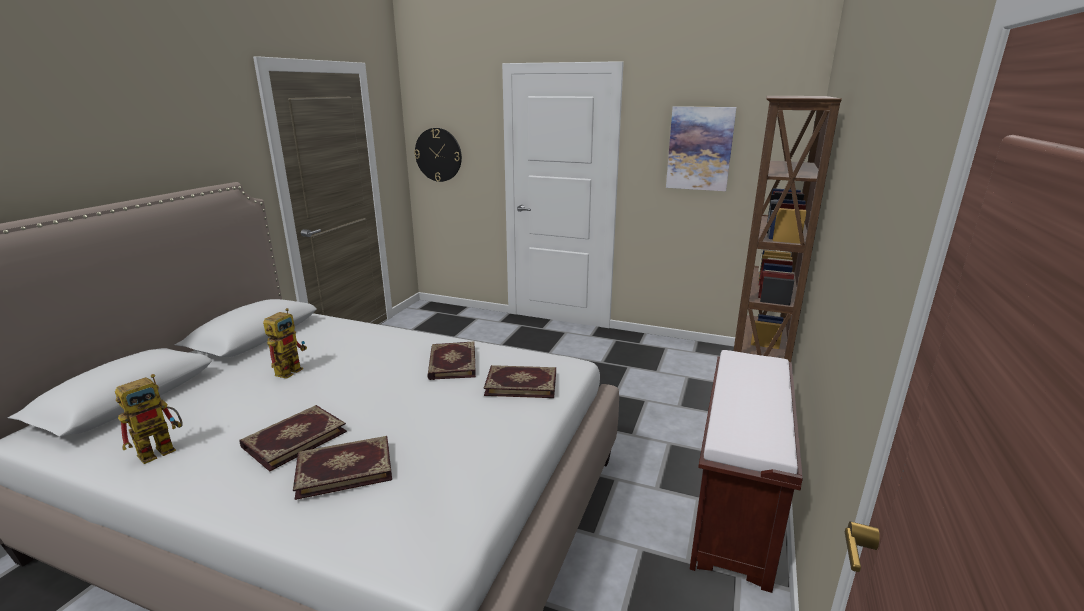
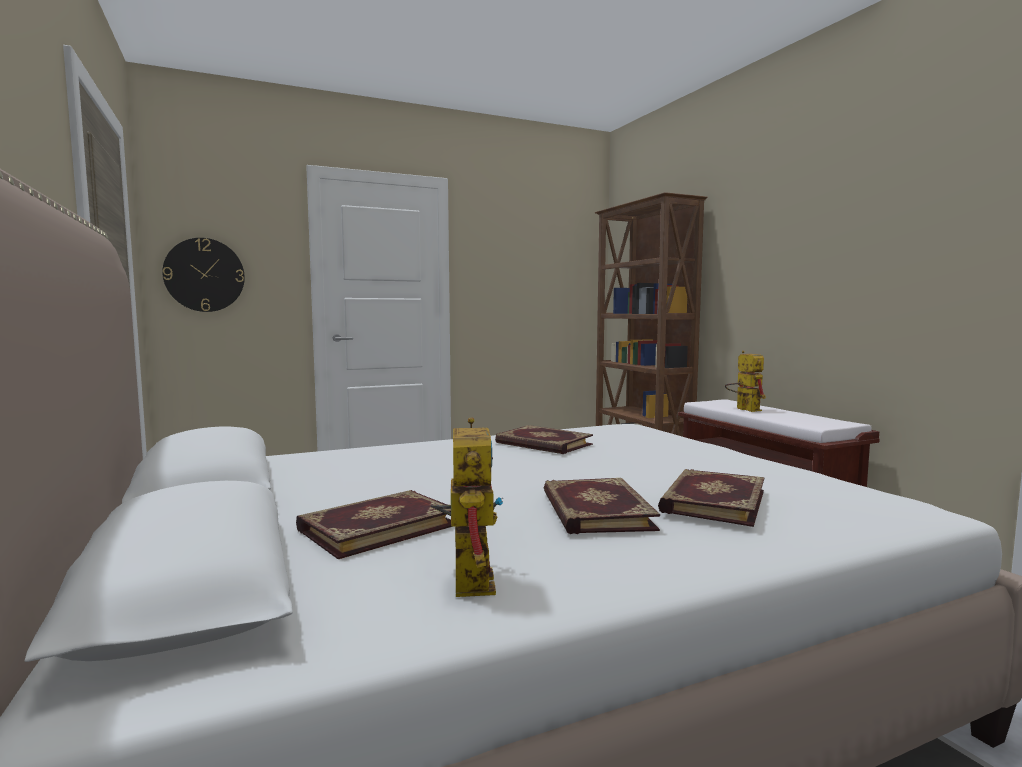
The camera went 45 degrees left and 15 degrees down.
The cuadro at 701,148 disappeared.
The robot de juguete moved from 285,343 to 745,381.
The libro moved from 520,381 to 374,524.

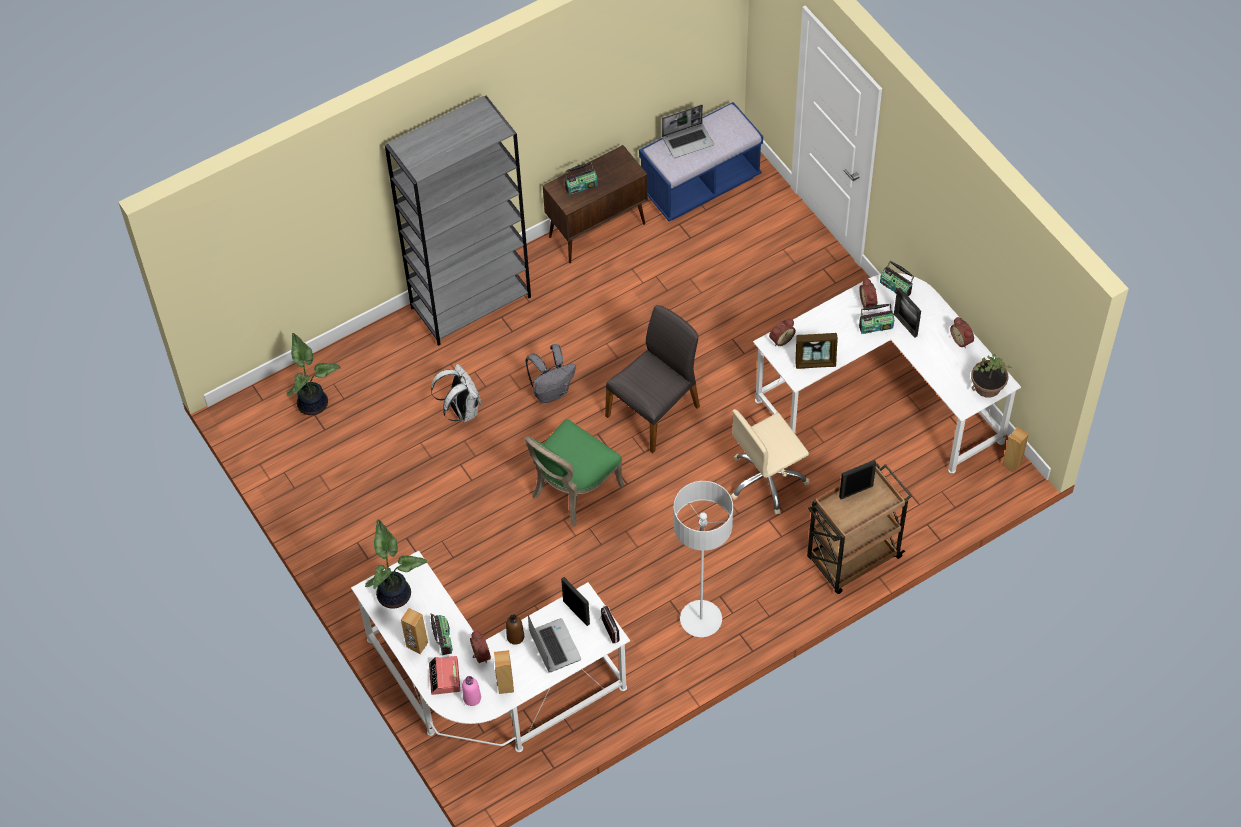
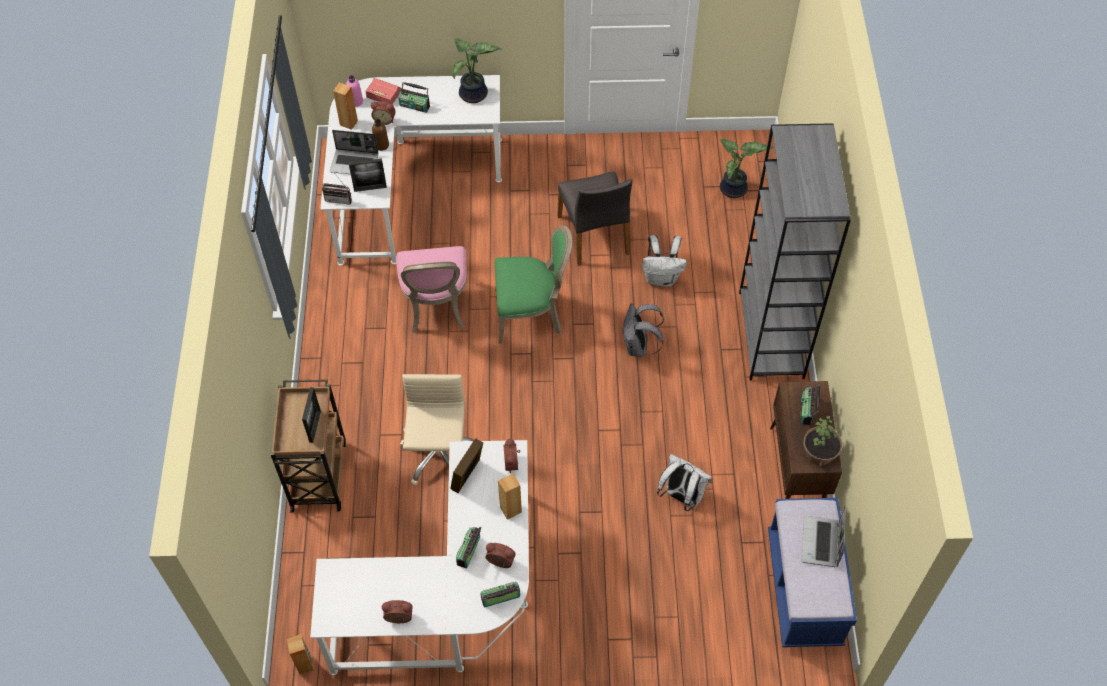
The camera went 120 degrees right and 0 degrees up.
The portarretratos at 907,313 disappeared.
The silla (gris) moved from 652,379 to 595,219.
The planta en maceta moved from 991,376 to 823,441.
The silla (verde) at 574,473 turned 105 degrees clockwise.
The lámpara de pie (gris) at 703,559 disappeared.
The altavoz (marrón) moved from 414,631 to 510,496.
The silla (rosa) at 431,289 appeared.
The mochila (blanco) at 684,482 appeared.

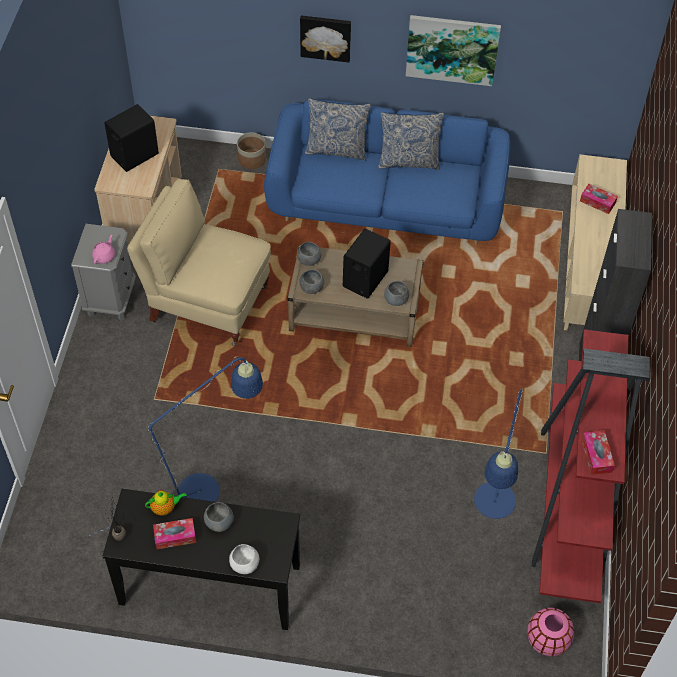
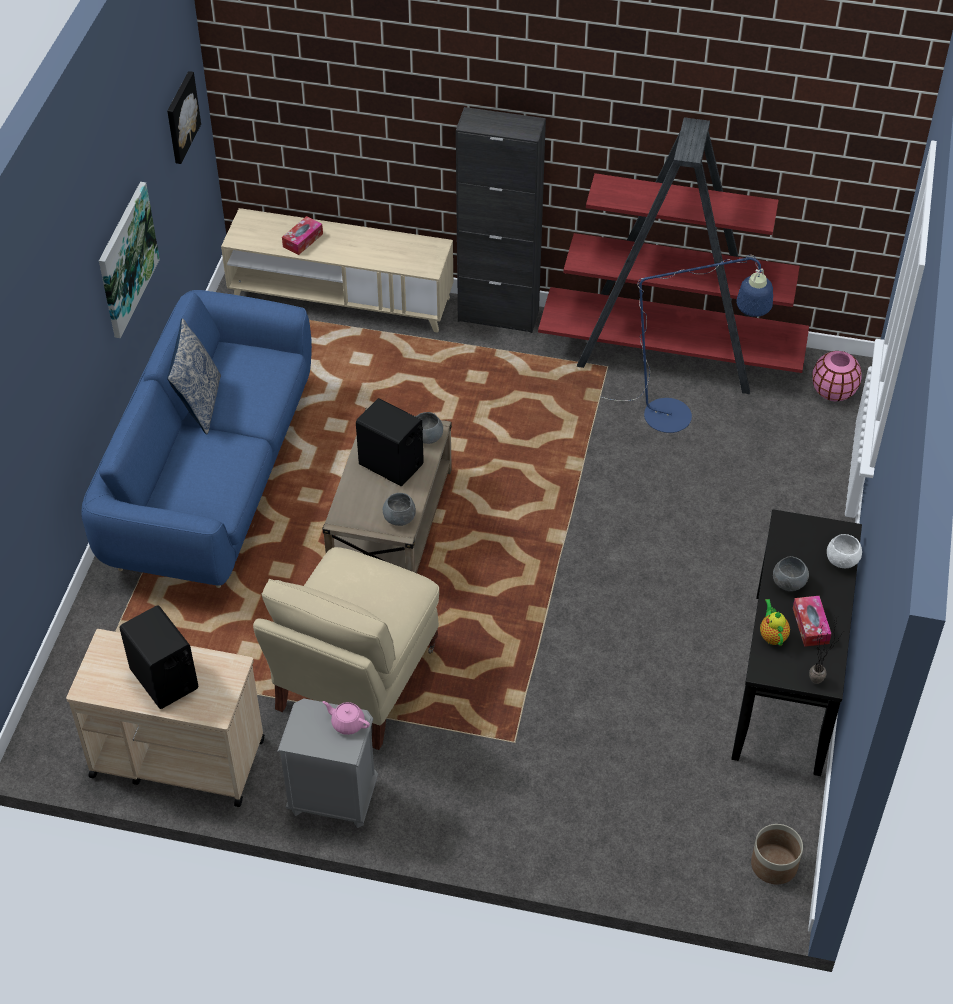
The camera went 85 degrees left and 5 degrees down.
The cuadro moved from 325,39 to 184,117.
The cojín at 338,129 disappeared.
The maceta moved from 251,150 to 777,854.
The cuenco (gris) at 309,254 disappeared.
The lámpara de pie (azul) at 176,446 disappeared.
The caja de pañuelos at 598,452 disappeared.

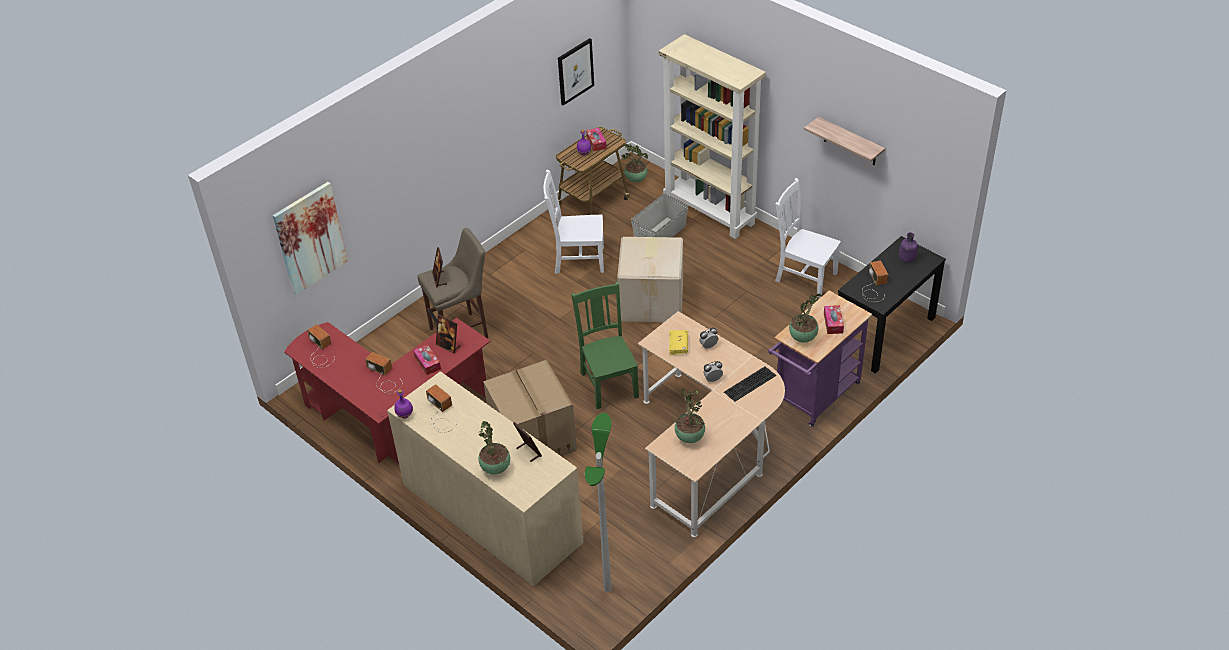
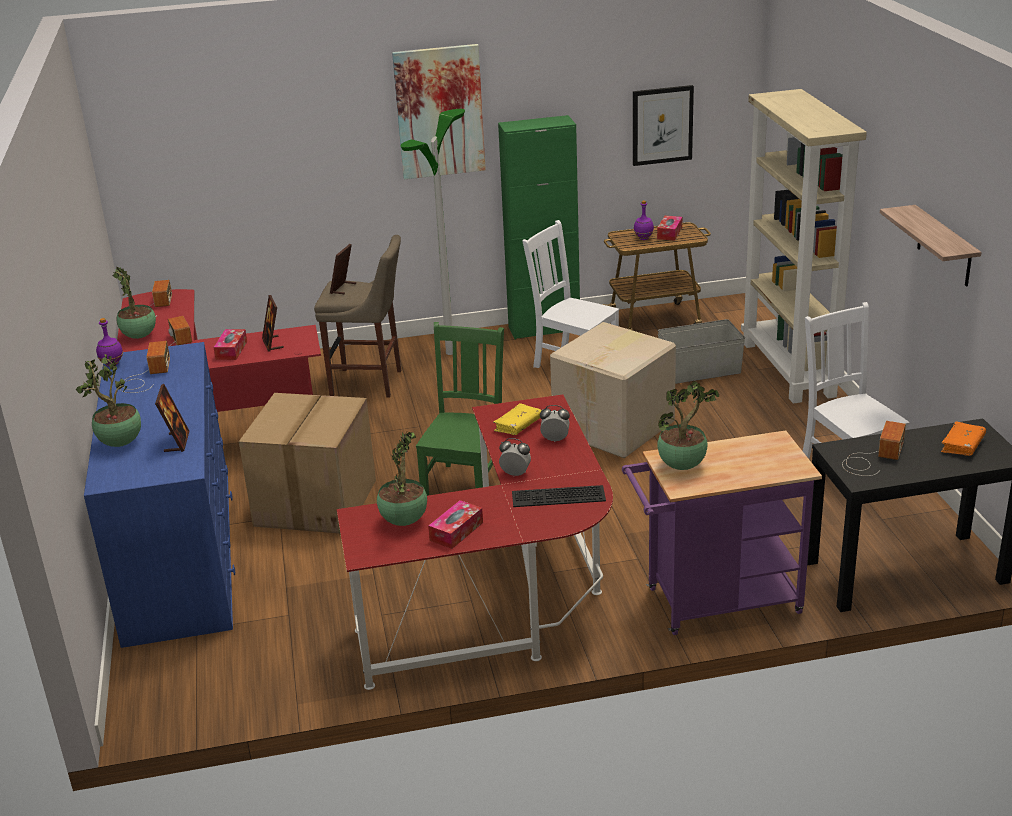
The camera went 35 degrees right and 15 degrees down.
The planta en maceta moved from 635,163 to 134,303.
The cuadro moved from 310,238 to 439,111.
The botella (morado) at 908,247 was replaced by the libro (naranja) at 963,439.
The caja de pañuelos moved from 834,319 to 455,524.
The escritorio (beis) at 711,424 became the escritorio (rojo) at 475,542.
The cómoda (beis) at 485,478 became the cómoda (azul) at 159,495.
The lámpara de pie moved from 598,502 to 432,232.
The armario (verde) at 539,227 appeared.

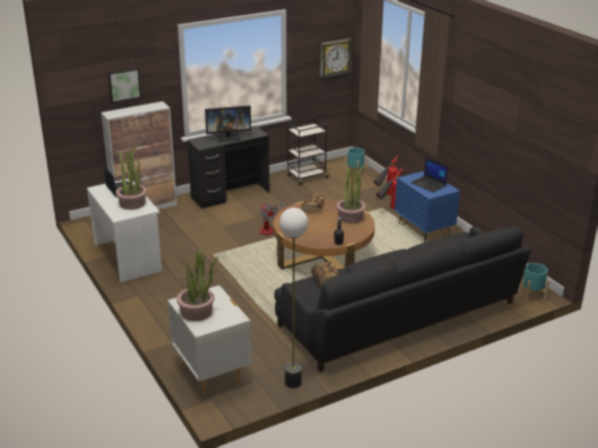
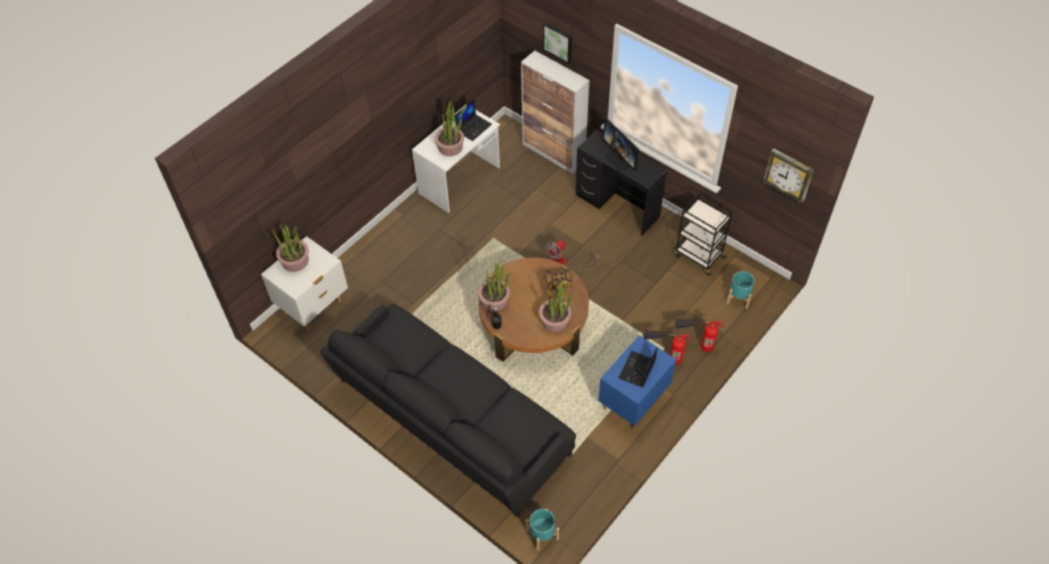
The camera went 70 degrees right and 25 degrees up.
The lámpara de pie at 294,298 disappeared.
The libro at 325,274 disappeared.
The planta en maceta at 495,286 appeared.

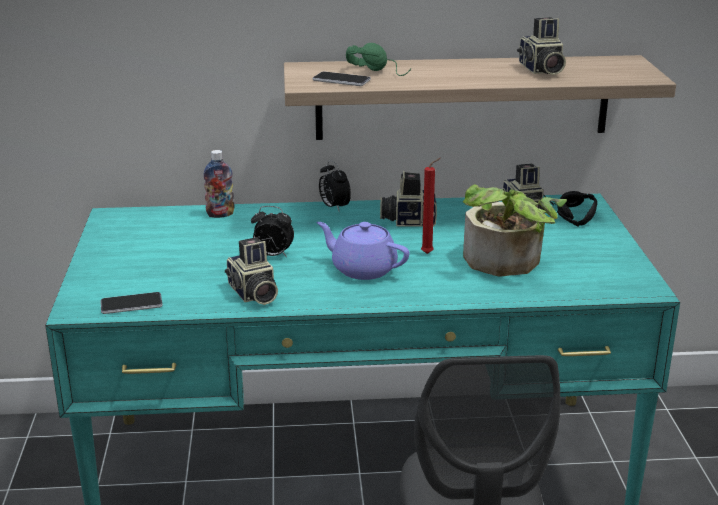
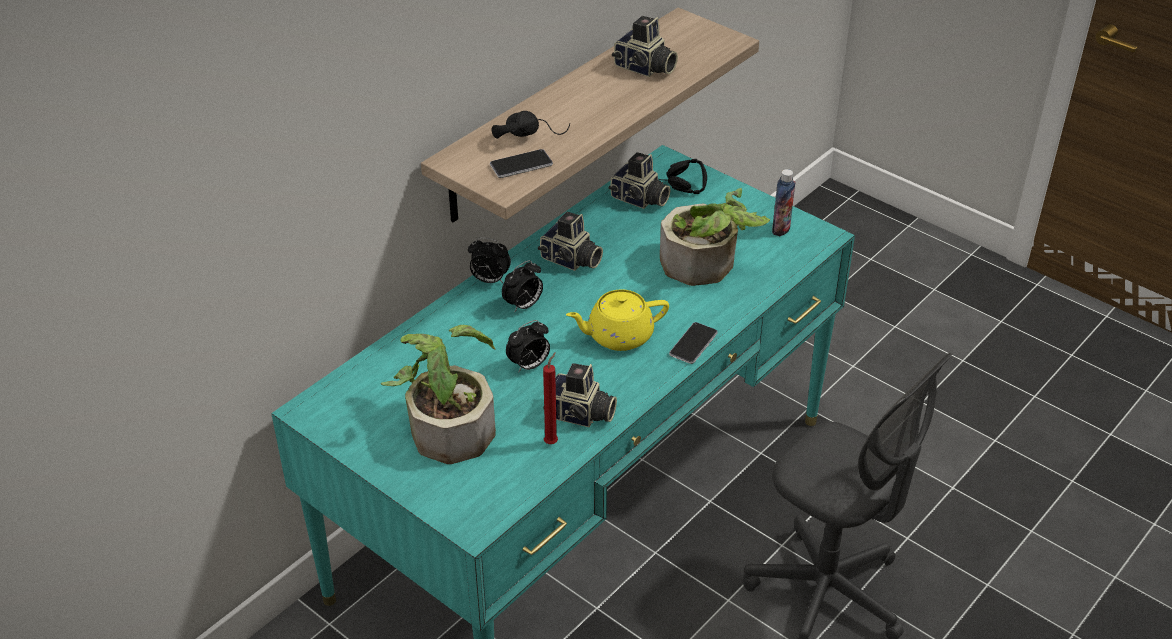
The camera went 45 degrees left and 15 degrees up.
The auriculares (verde) at 378,59 became the auriculares (negro) at 531,125.
The botella moved from 219,184 to 784,202.
The vela (rojo) moved from 431,206 to 550,398.
The cámara at 408,199 turned 105 degrees counterclockwise.
The tetera (morado) at 363,251 became the tetera (amarillo) at 617,320.
The móvil moved from 131,303 to 693,343.
The despertador at 522,286 appeared.
The planta en maceta at 438,394 appeared.

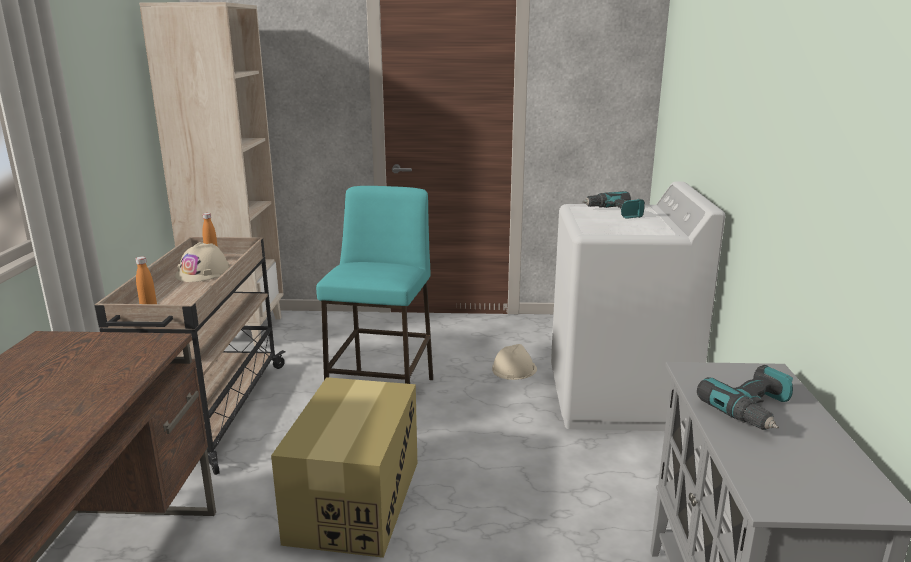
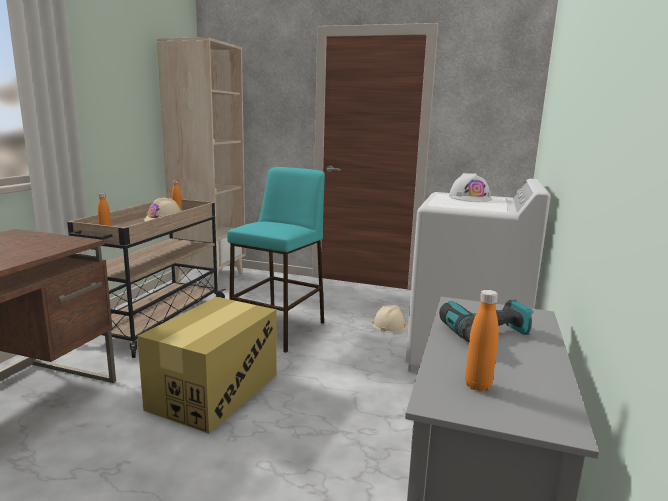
The camera went 15 degrees right and 5 degrees down.
The taladro at 613,205 was replaced by the casco (blanco) at 470,187.
The botella (naranja) at 482,341 appeared.

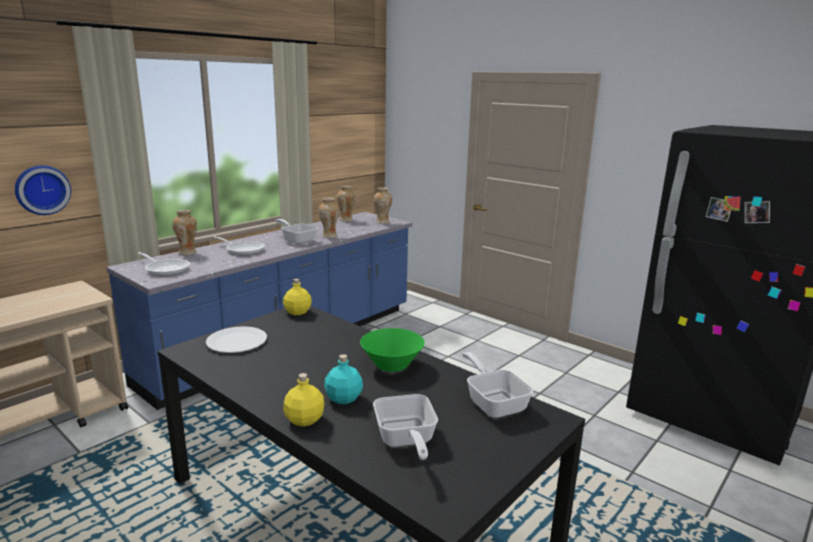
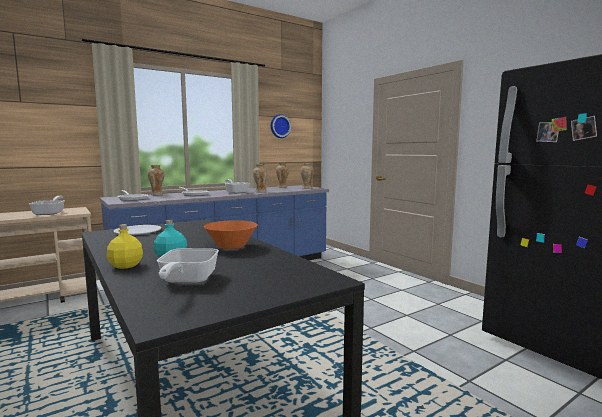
The camera went 15 degrees right and 10 degrees down.
The reloj de pared moved from 43,190 to 281,126.
The botella (amarillo) at 297,297 disappeared.
The cuenco (verde) at 392,350 became the cuenco (naranja) at 231,234.
The sartén moved from 497,385 to 47,205.

